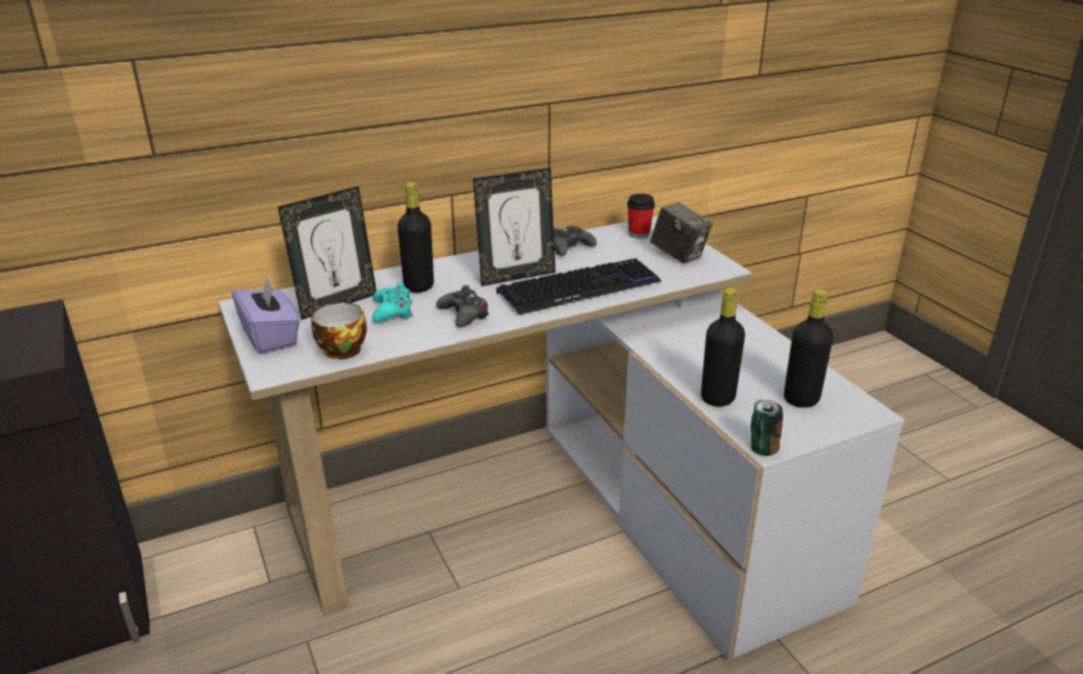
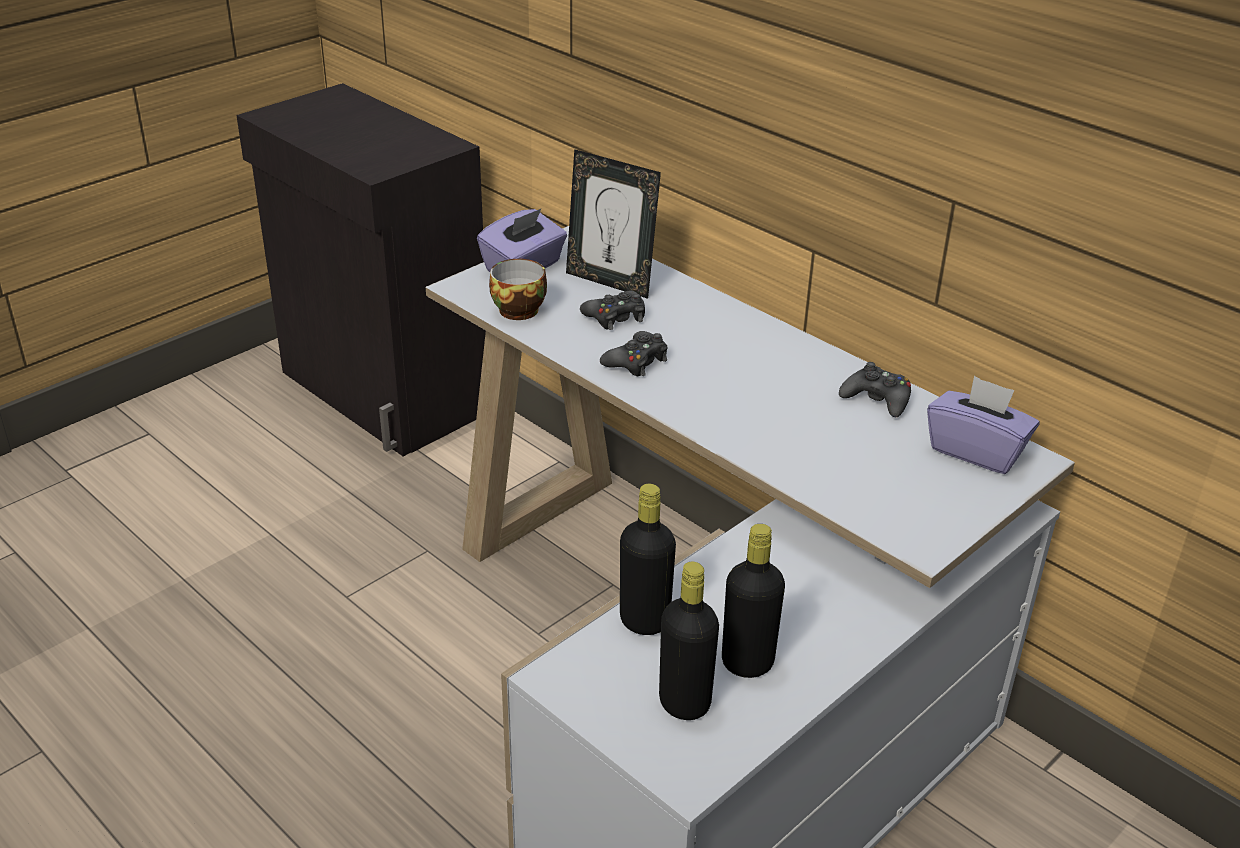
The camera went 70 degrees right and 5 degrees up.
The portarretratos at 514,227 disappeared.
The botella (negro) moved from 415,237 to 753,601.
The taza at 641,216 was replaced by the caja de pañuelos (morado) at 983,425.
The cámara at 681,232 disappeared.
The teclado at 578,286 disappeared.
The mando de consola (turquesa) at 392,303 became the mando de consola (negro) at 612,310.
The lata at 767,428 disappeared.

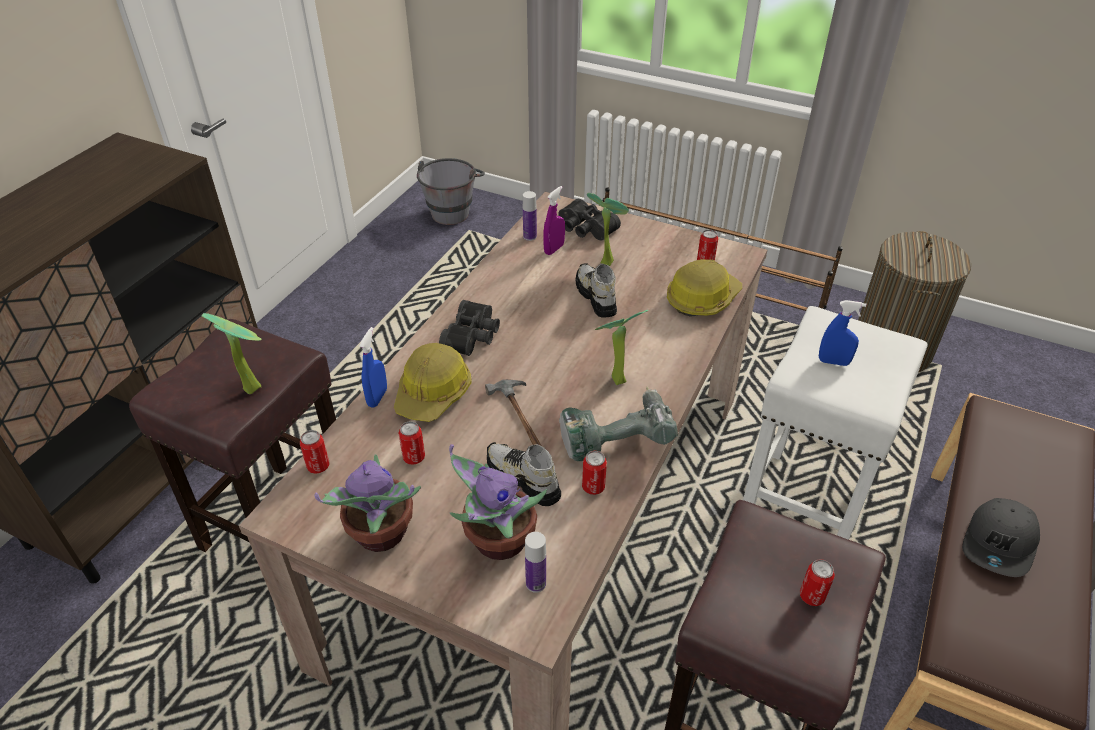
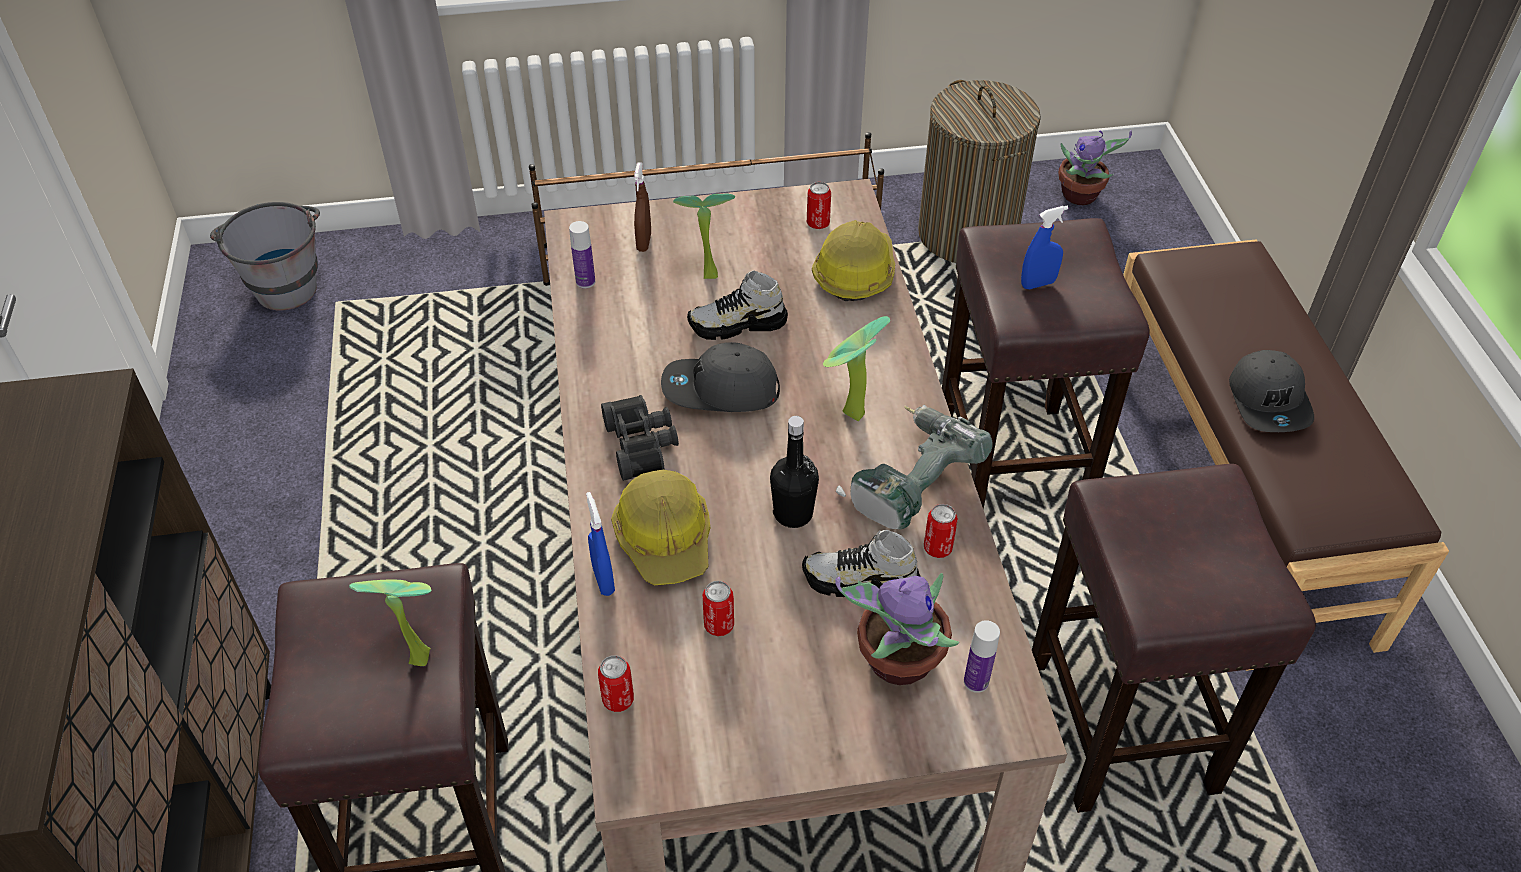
The camera went 35 degrees left and 5 degrees up.
The pulverizador (morado) at 554,220 disappeared.
The prismáticos (negro) at 589,219 was replaced by the pulverizador (marrón) at 642,207.
The zapato at 596,290 turned 45 degrees counterclockwise.
The taburete (blanco) at 835,423 became the taburete (marrón) at 1046,363.
The martillo at 513,412 was replaced by the botella (negro) at 794,472.
The planta en maceta moved from 367,503 to 1095,168.
The lata at 817,582 disappeared.
The gorra (gris) at 720,377 appeared.

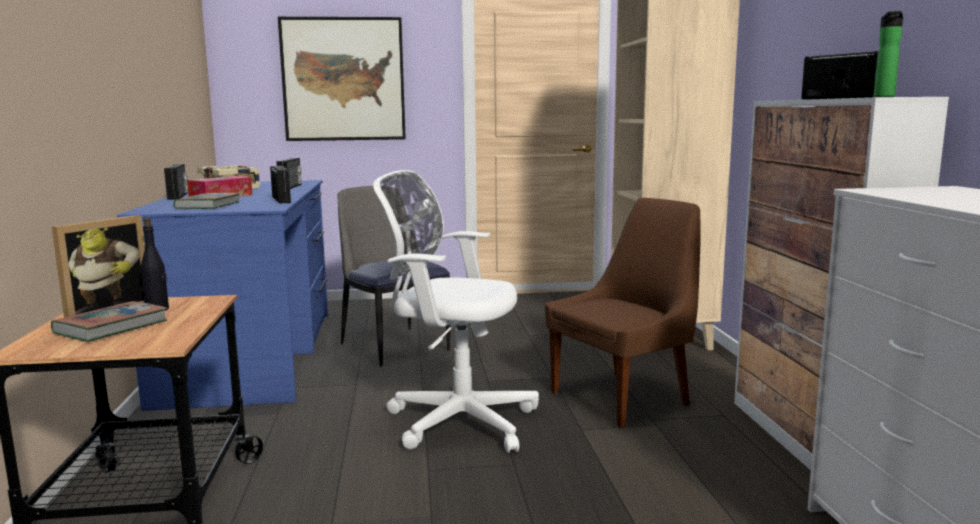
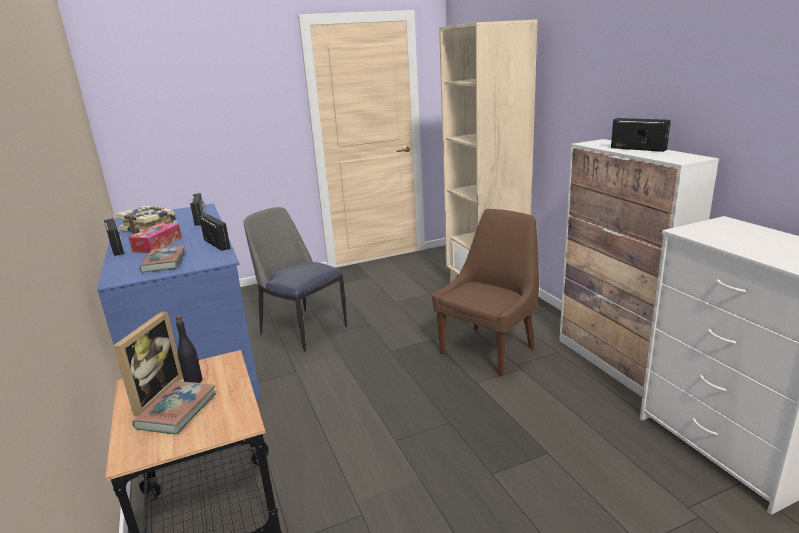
The camera went 15 degrees left and 10 degrees up.
The botella at 888,54 disappeared.
The cuadro at 342,79 disappeared.
The silla de oficina (blanco) at 456,311 disappeared.

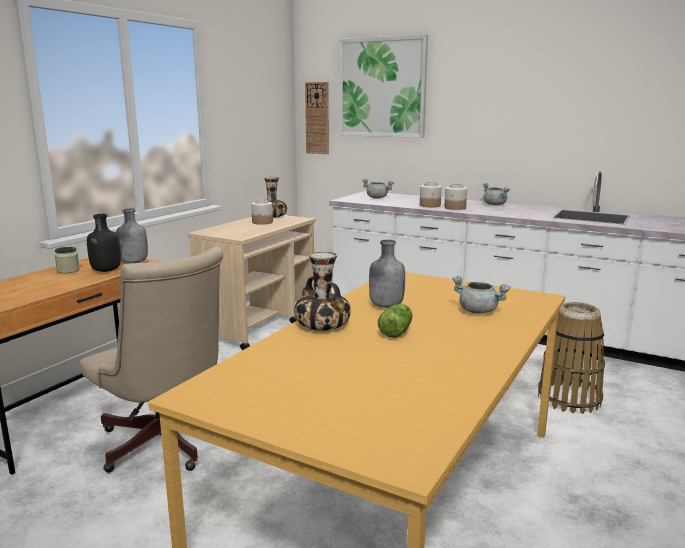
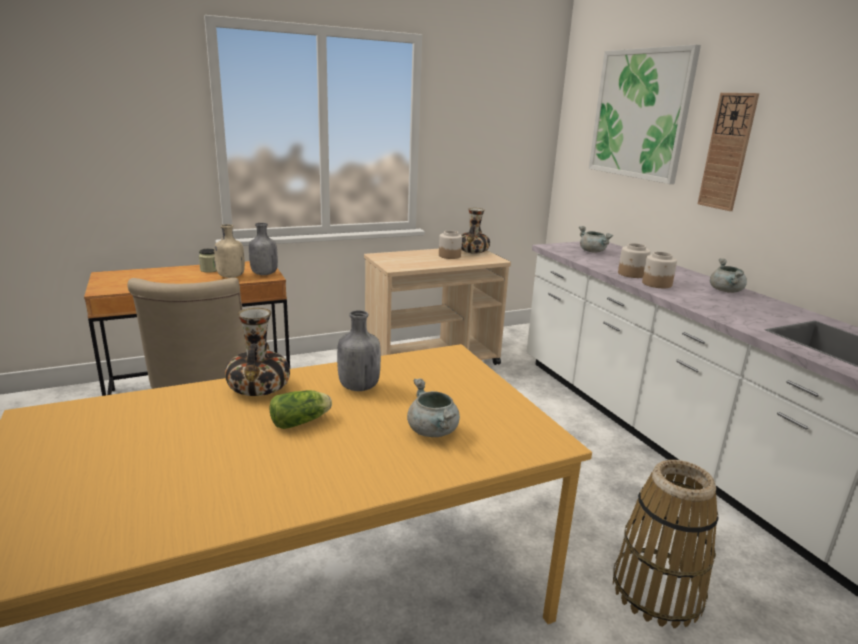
The camera went 35 degrees right and 5 degrees up.
The reloj de pared moved from 317,118 to 728,152.
The botella (negro) at 104,243 became the botella (beis) at 229,251.

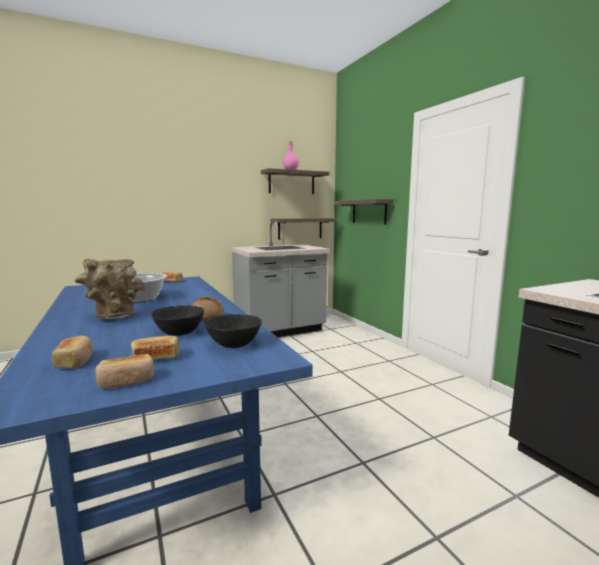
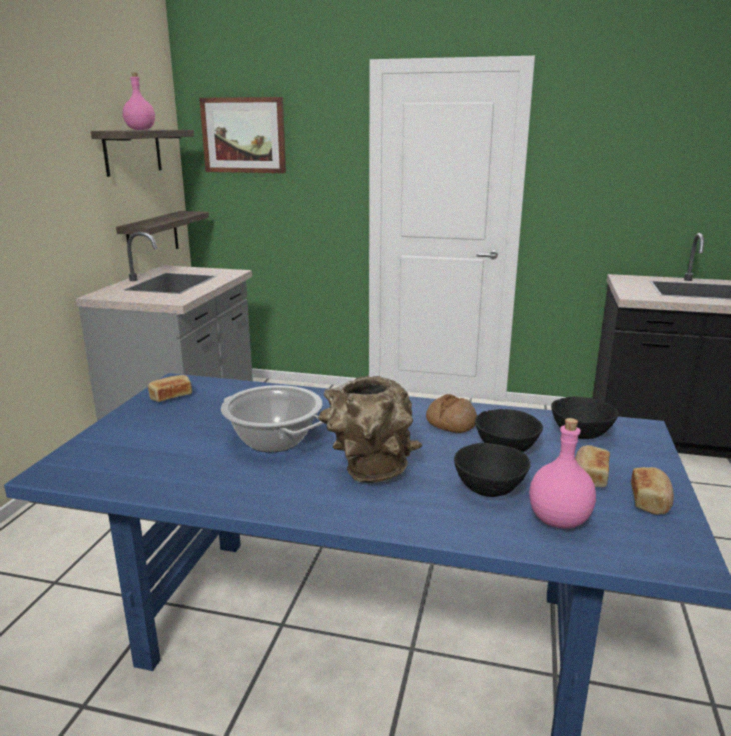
The camera went 50 degrees left and 10 degrees up.
The estante at 363,211 disappeared.
The pan at 72,352 was replaced by the botella (rosa) at 562,473.
The cuadro at 242,135 appeared.
The cuenco (negro) at 492,470 appeared.

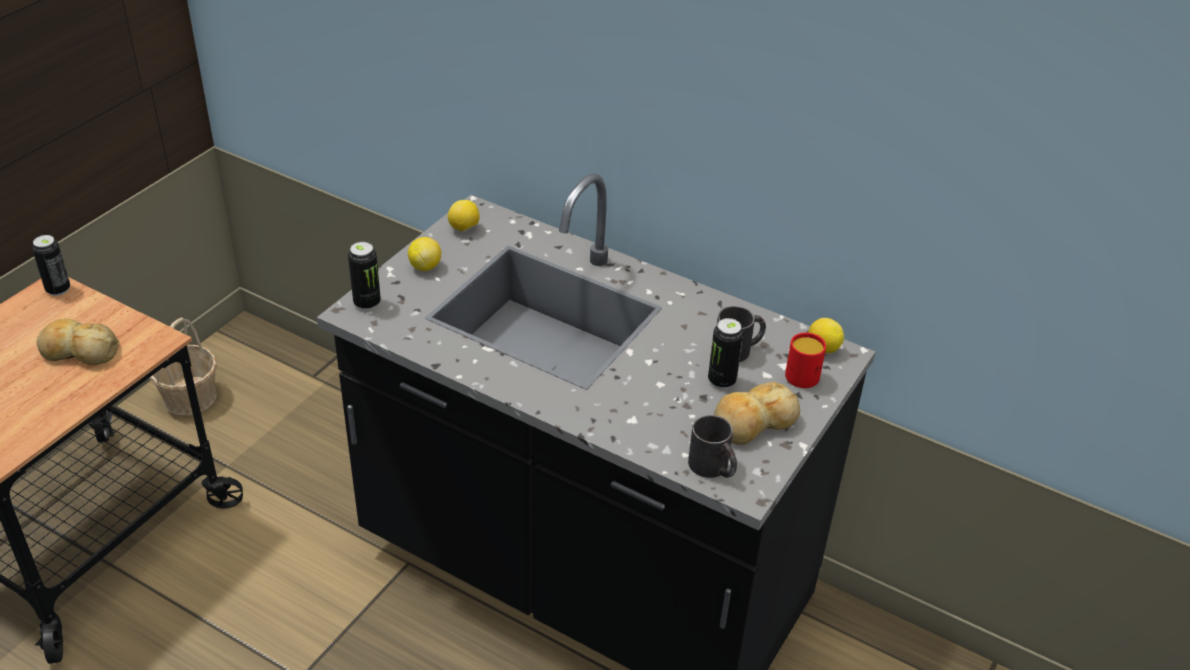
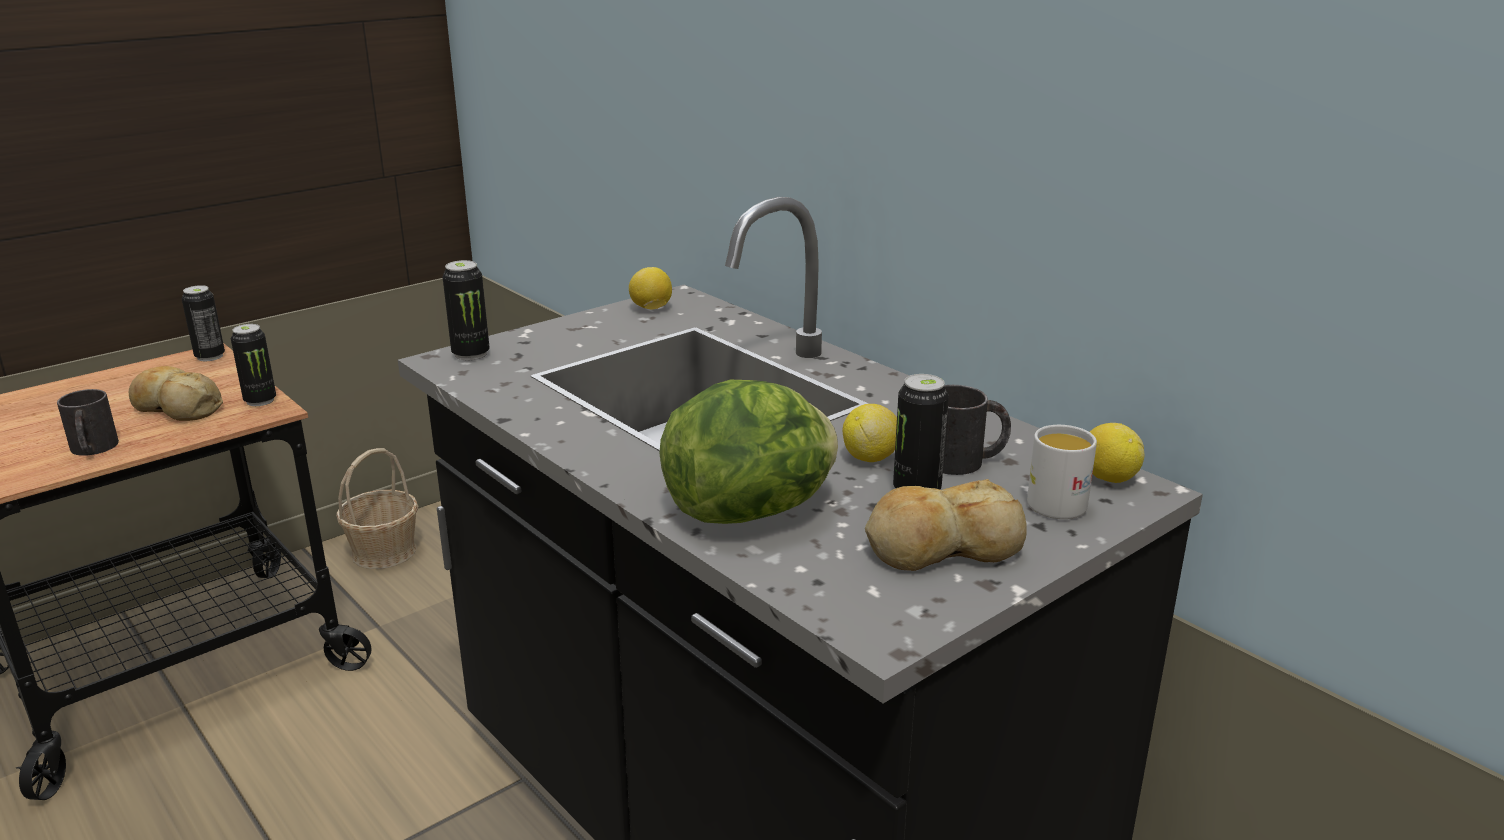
The camera went 20 degrees right and 15 degrees down.
The limón moved from 424,254 to 870,433.
The taza grande (rojo) at 805,360 became the taza grande (blanco) at 1062,472.
The taza grande (negro) moved from 712,446 to 88,422.
The lata at 253,365 appeared.
The lechuga at 748,452 appeared.

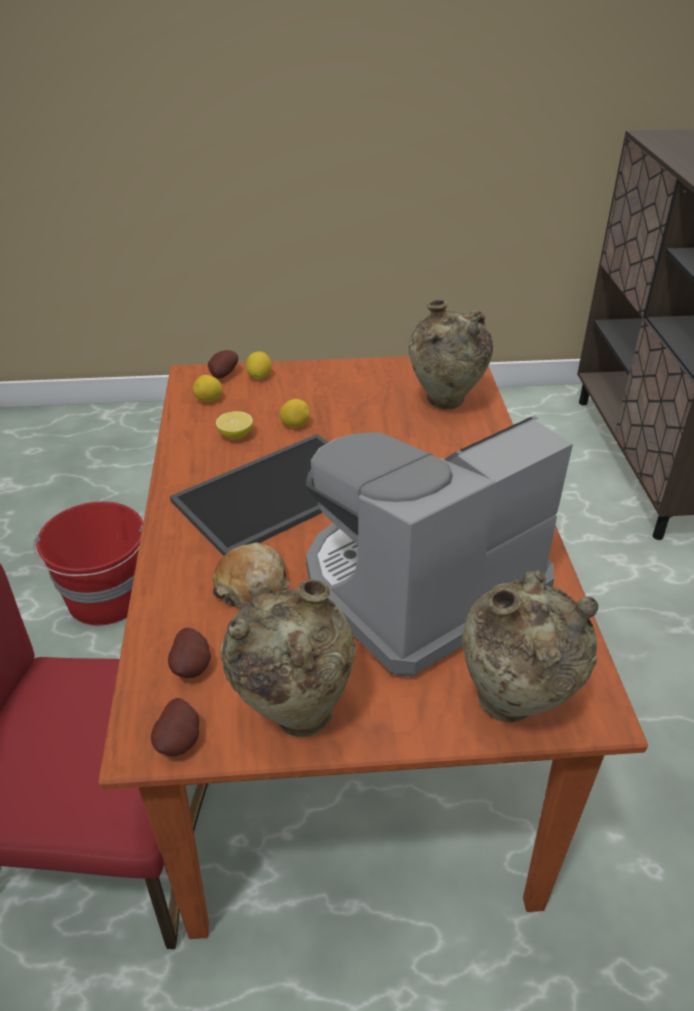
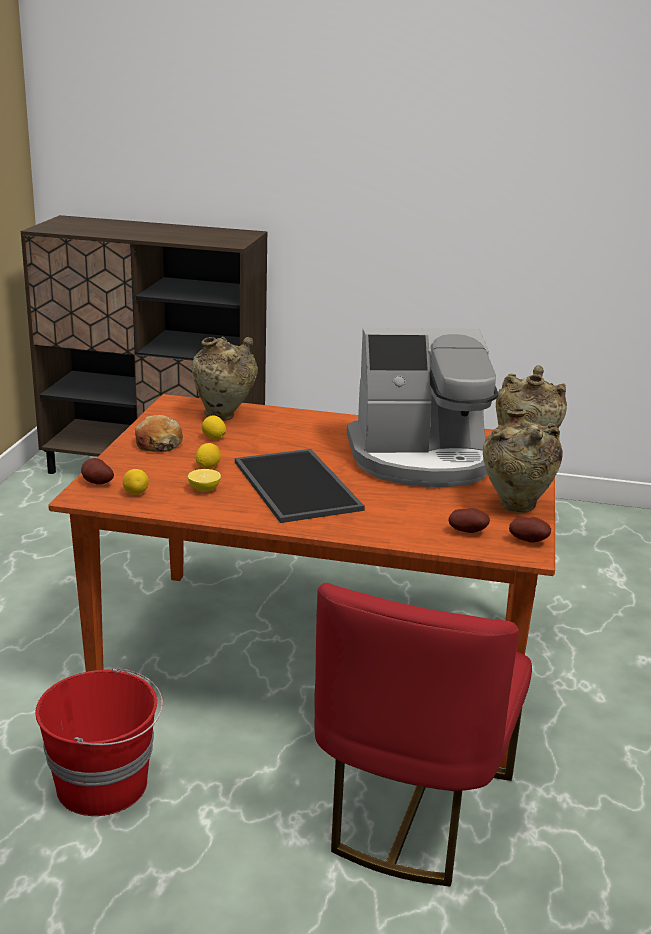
The camera went 75 degrees left and 15 degrees down.
The limón moved from 259,365 to 214,427.
The cafetera at 439,546 turned 75 degrees counterclockwise.
The pan moved from 251,575 to 159,433.

